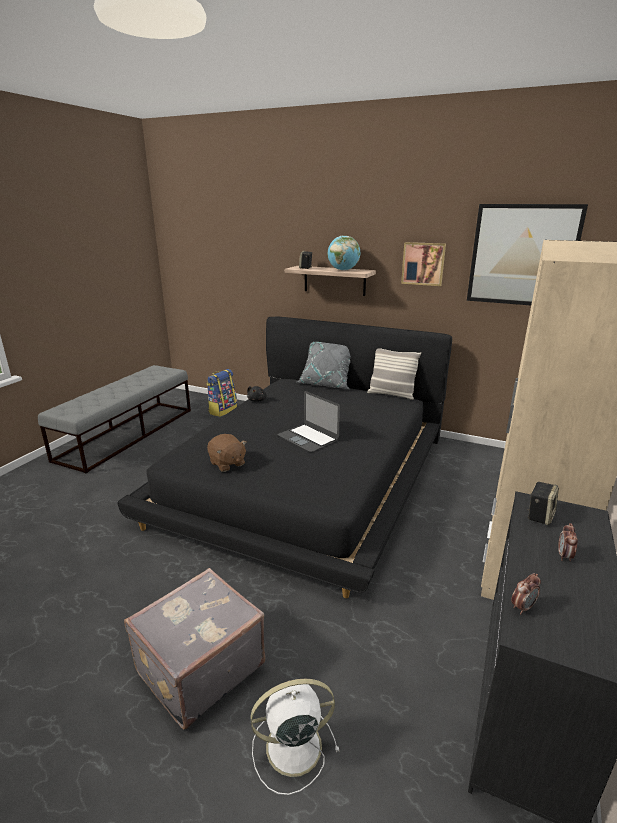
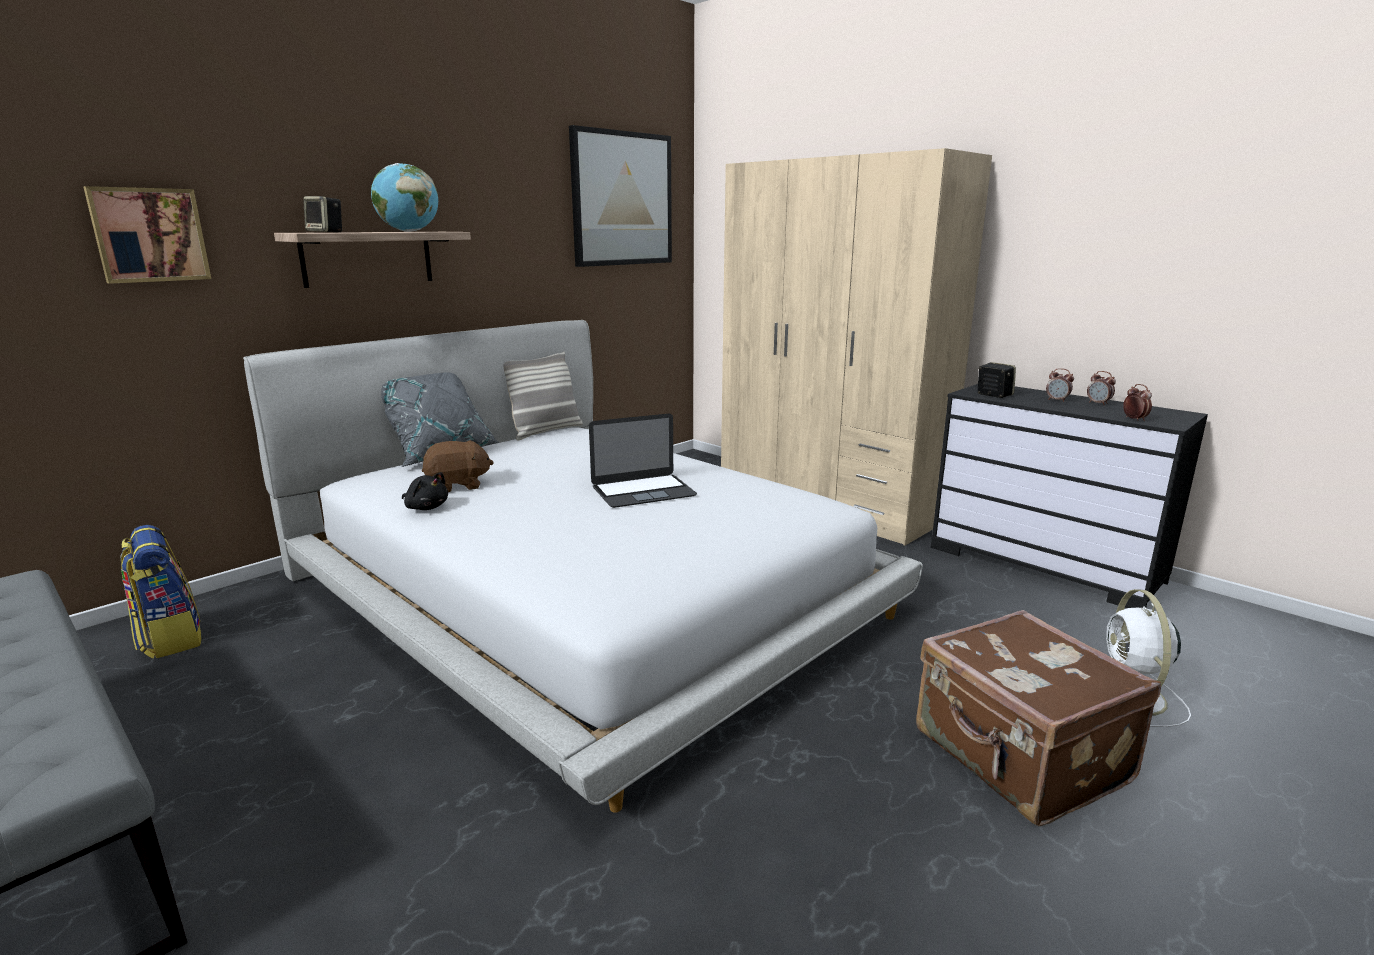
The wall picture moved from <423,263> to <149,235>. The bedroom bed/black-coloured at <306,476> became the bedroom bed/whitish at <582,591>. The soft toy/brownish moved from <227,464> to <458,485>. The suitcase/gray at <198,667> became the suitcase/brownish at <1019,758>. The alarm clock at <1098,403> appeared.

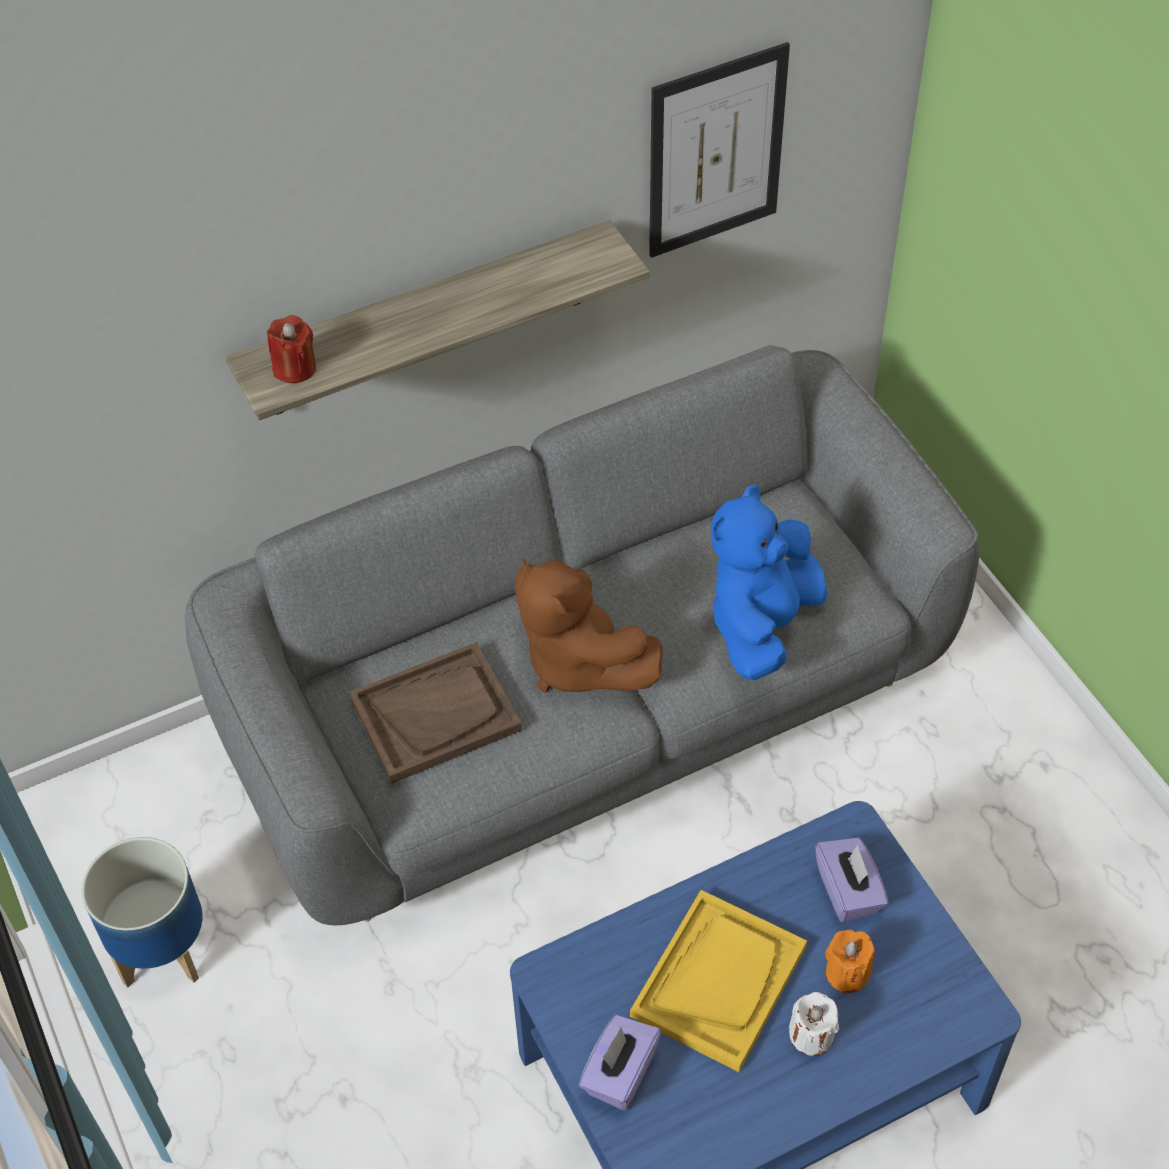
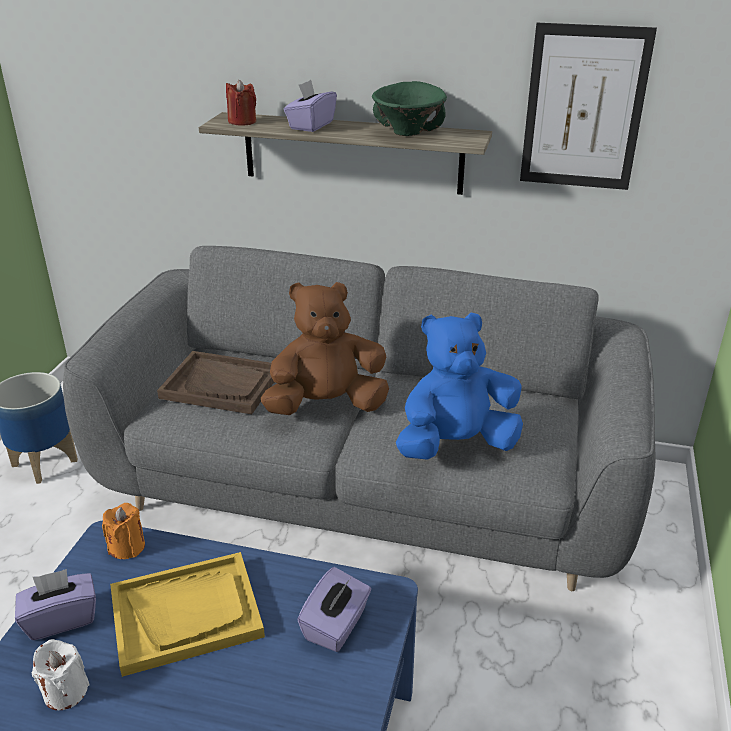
The candle/whitish moved from <811,1035> to <65,691>. The candle/orange-coloured moved from <847,973> to <127,547>. The soft toy/brownish at <577,661> turned 75 degrees clockwise. The tissue box/purple at <311,125> appeared. The deep dish/green at <407,133> appeared.

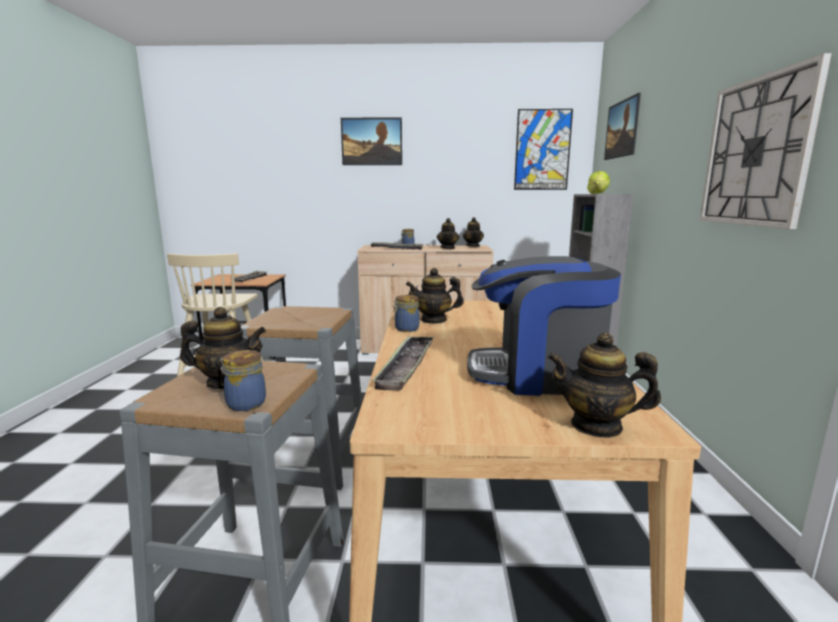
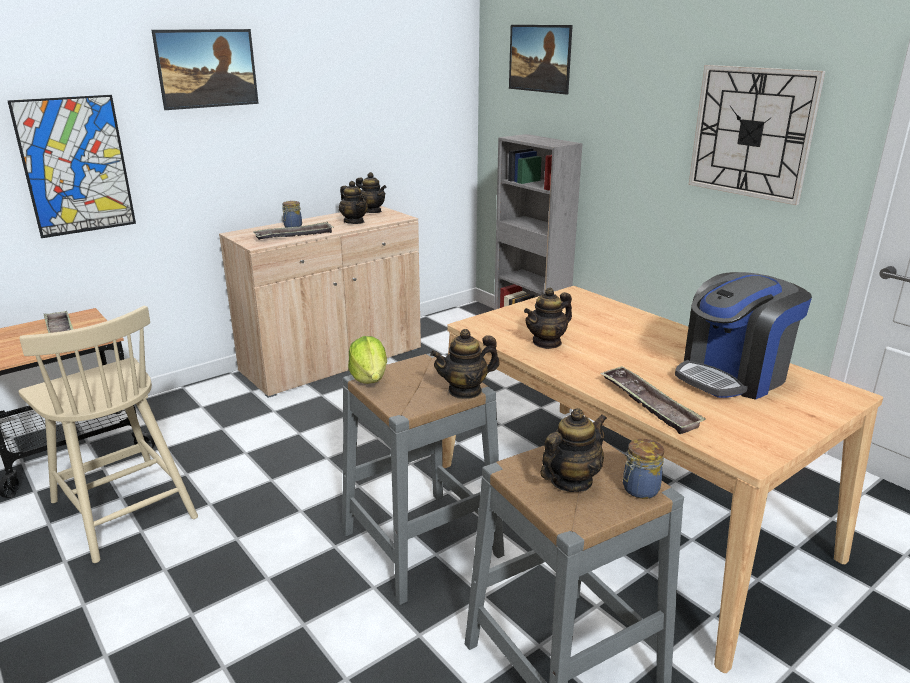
The wall picture moved from <542,150> to <76,166>. The head of lettuce moved from <597,193> to <369,378>. The pot for tea moved from <596,425> to <465,391>. The storage jar at <406,329> disappeared.

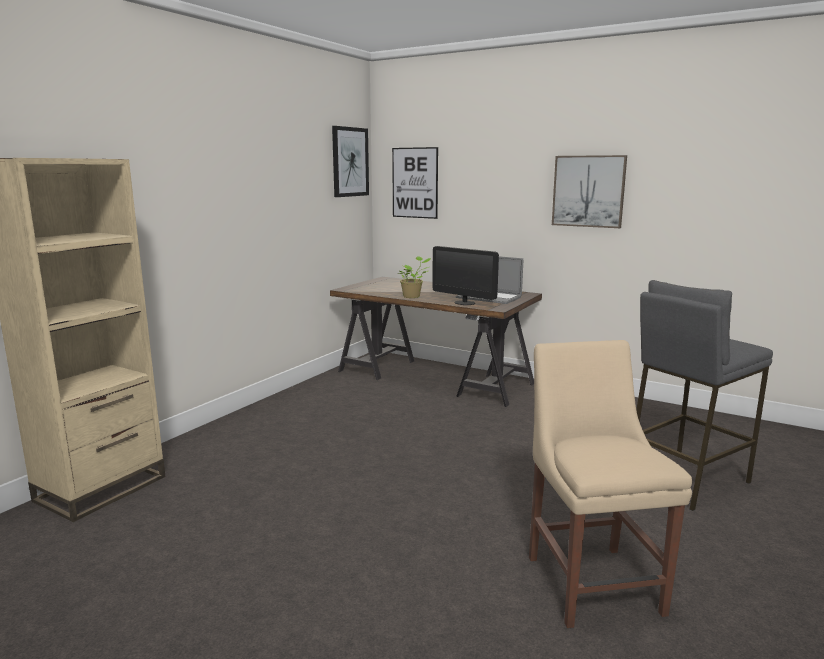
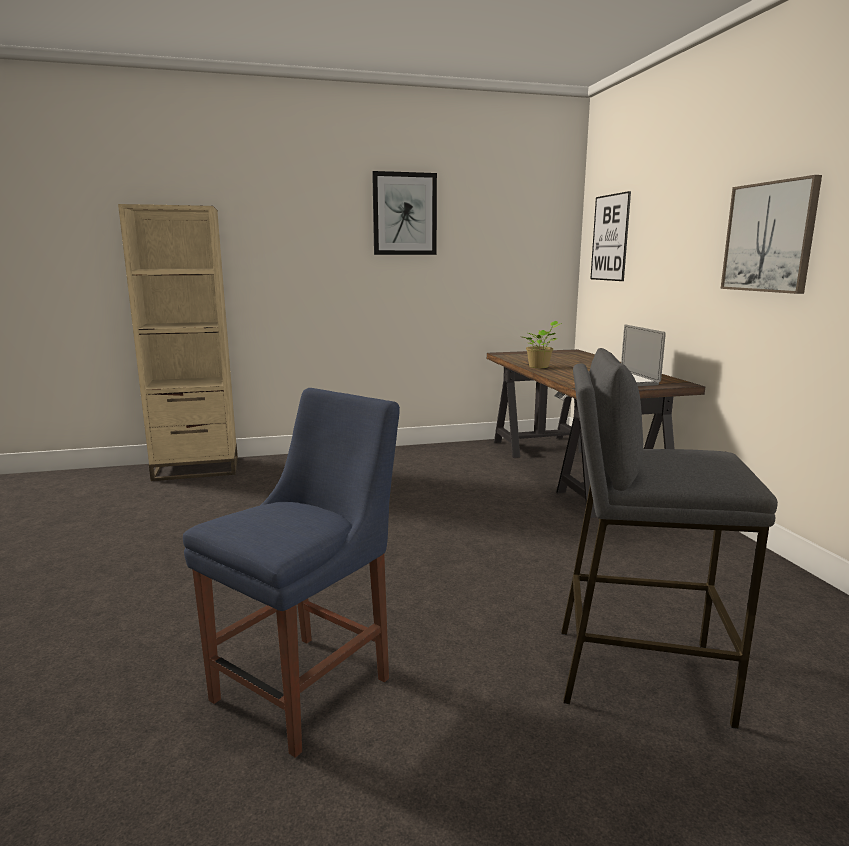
The plain chair/beige at <591,580> became the plain chair/blue-coloured at <309,685>. The wall picture moved from <350,162> to <404,214>. The computer screen at <464,303> disappeared.

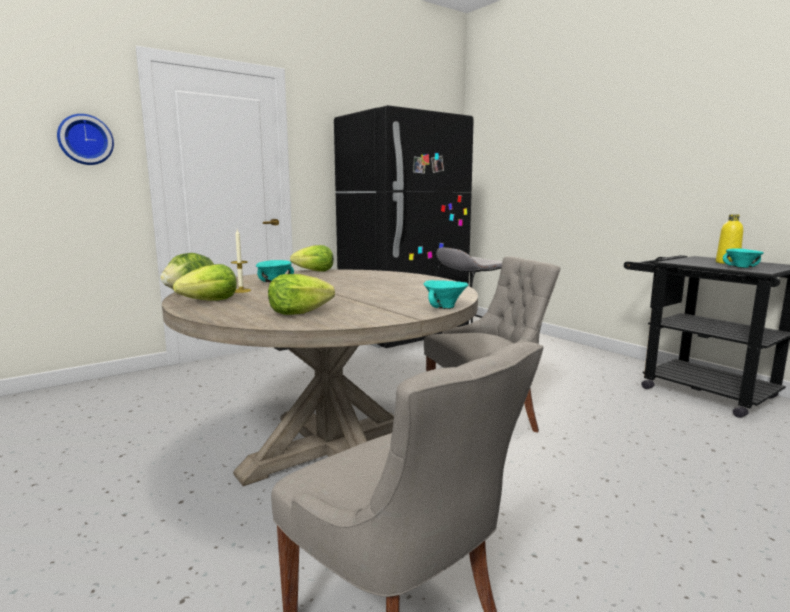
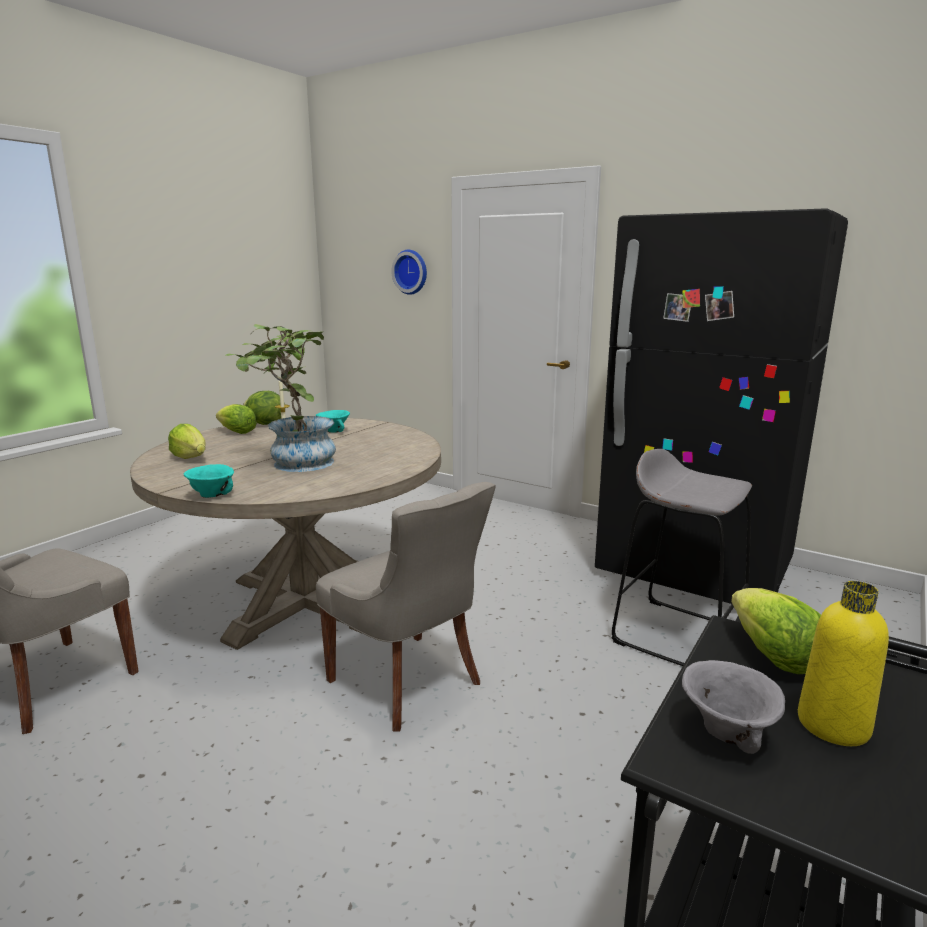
The houseplant at <294,463> appeared. The deep dish/turquoise-coloured at <741,267> became the deep dish/gray at <724,732>. The head of lettuce moved from <314,271> to <773,657>.

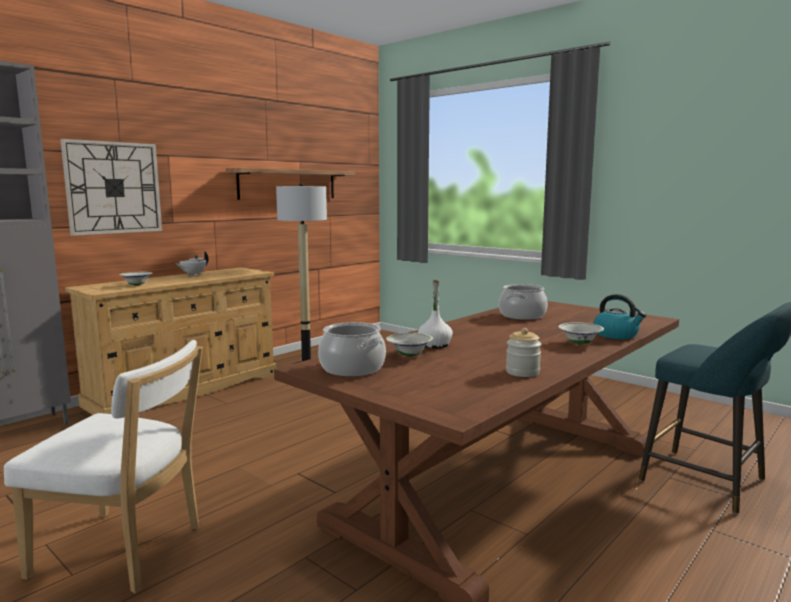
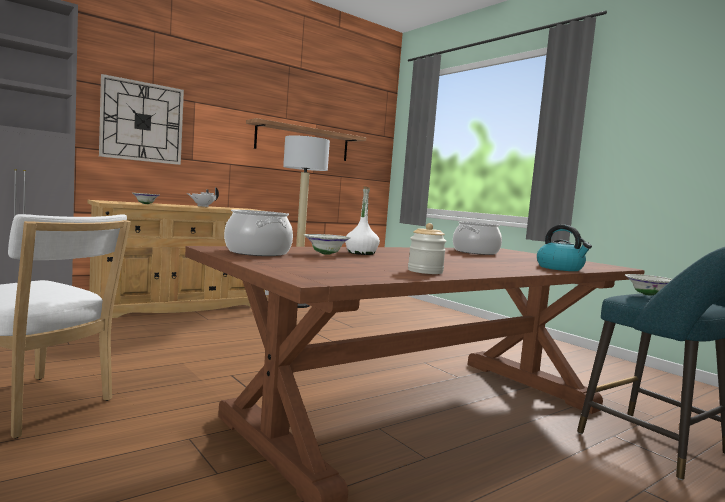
The deep dish/whitish moved from <580,343> to <647,295>.

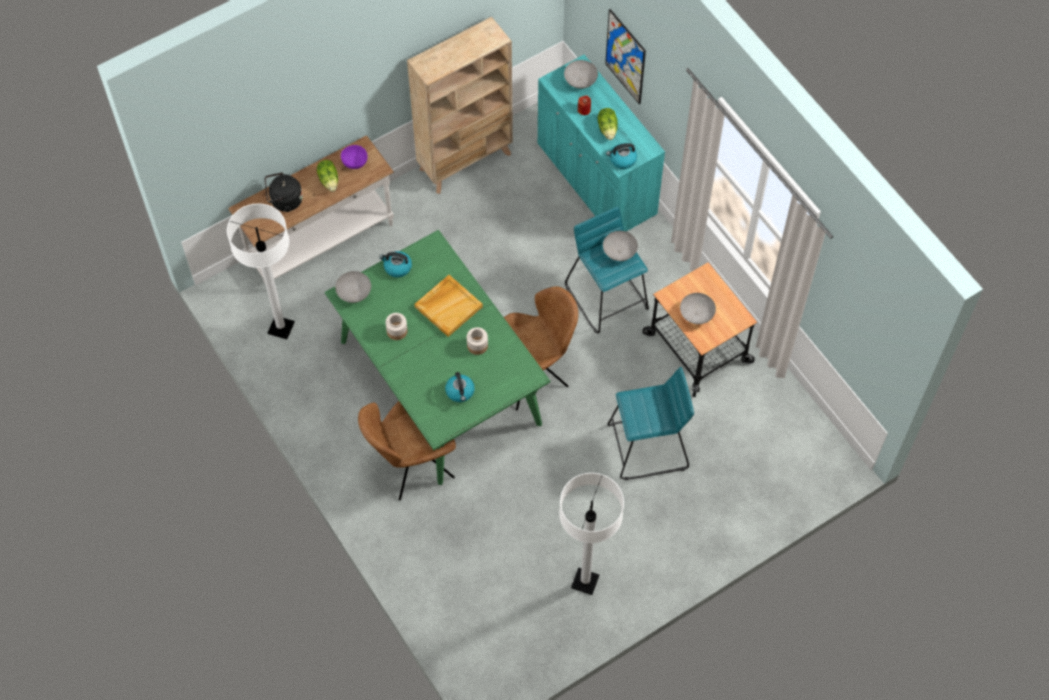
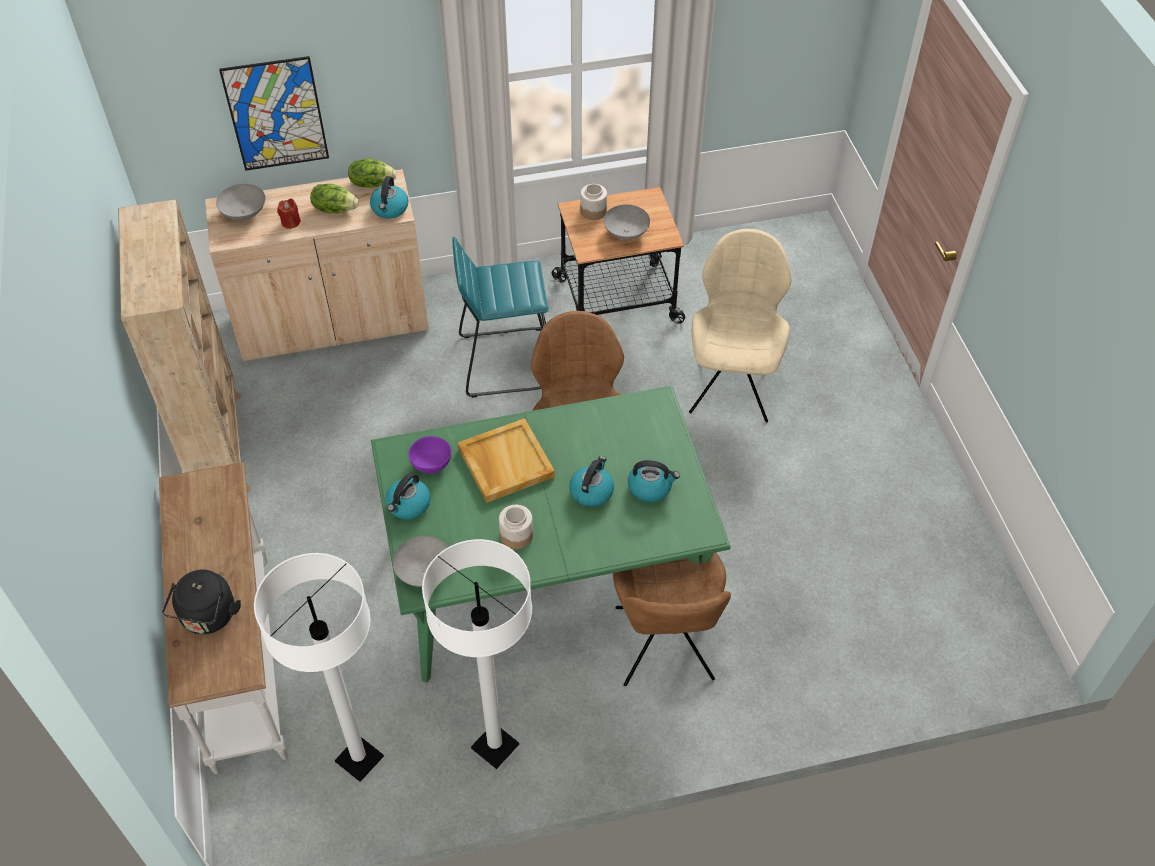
The cabinet/turquoise-coloured at <596,179> became the cabinet/beige at <333,322>. The head of lettuce moved from <329,180> to <372,183>. The deep dish/purple moved from <354,162> to <430,464>. The standard lamp/whitish moved from <585,582> to <495,746>. The water kettle at <591,491> appeared. The storage jar moved from <477,345> to <593,211>. The stool/turquoise-coloured at <648,447> was replaced by the plain chair/beige at <732,385>. The deep dish/gray at <620,252> disappeared.

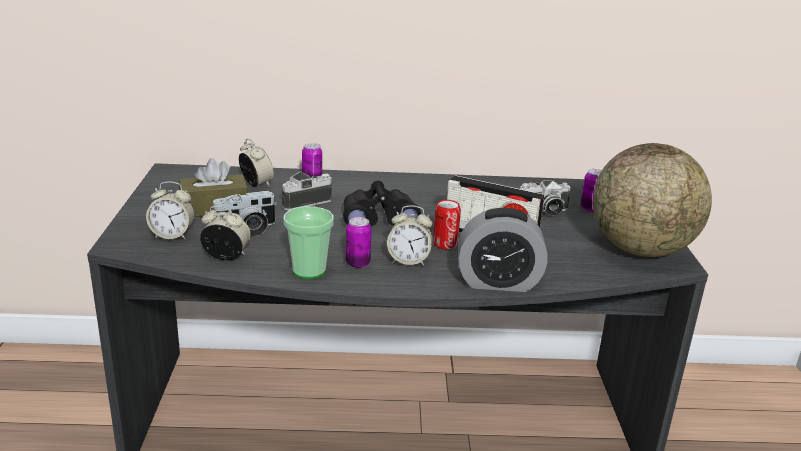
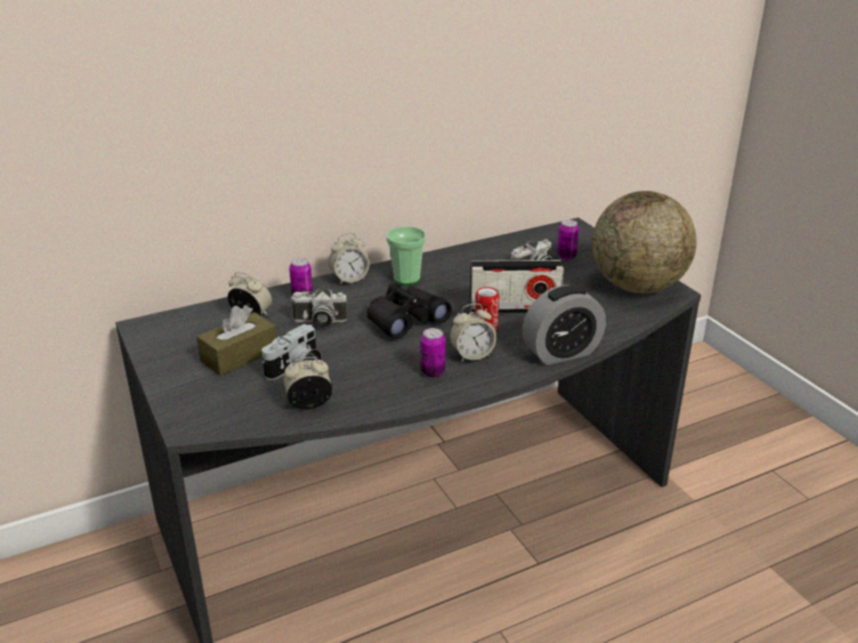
The photo camera at <305,201> turned 120 degrees counterclockwise. The alarm clock moved from <172,235> to <349,279>. The drinking cup moved from <309,270> to <406,278>.

